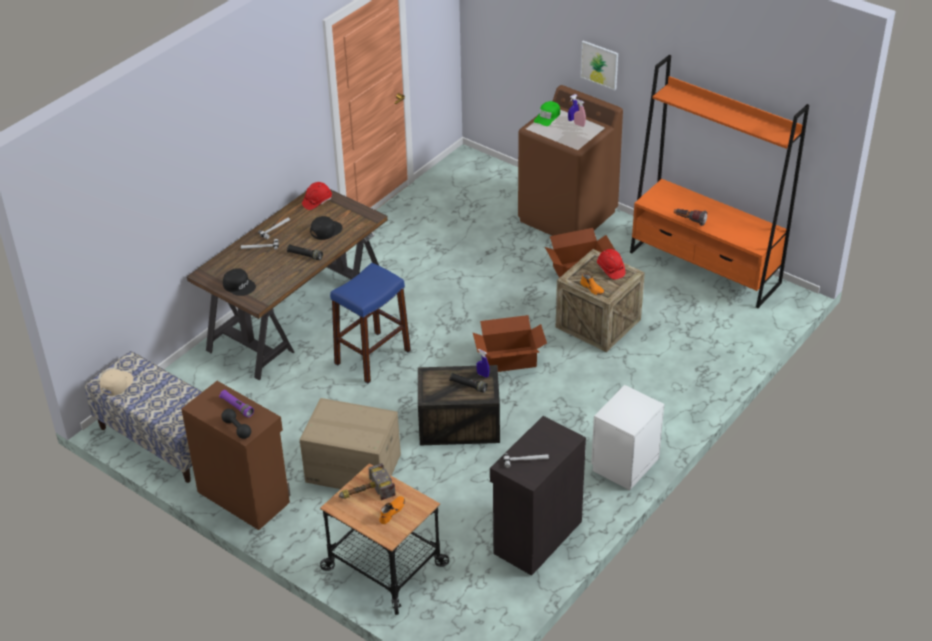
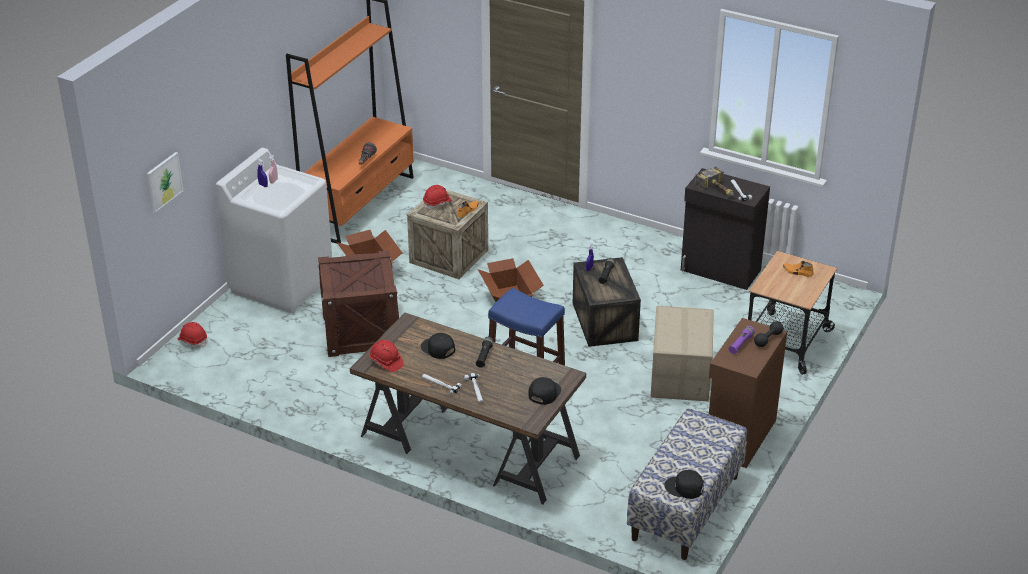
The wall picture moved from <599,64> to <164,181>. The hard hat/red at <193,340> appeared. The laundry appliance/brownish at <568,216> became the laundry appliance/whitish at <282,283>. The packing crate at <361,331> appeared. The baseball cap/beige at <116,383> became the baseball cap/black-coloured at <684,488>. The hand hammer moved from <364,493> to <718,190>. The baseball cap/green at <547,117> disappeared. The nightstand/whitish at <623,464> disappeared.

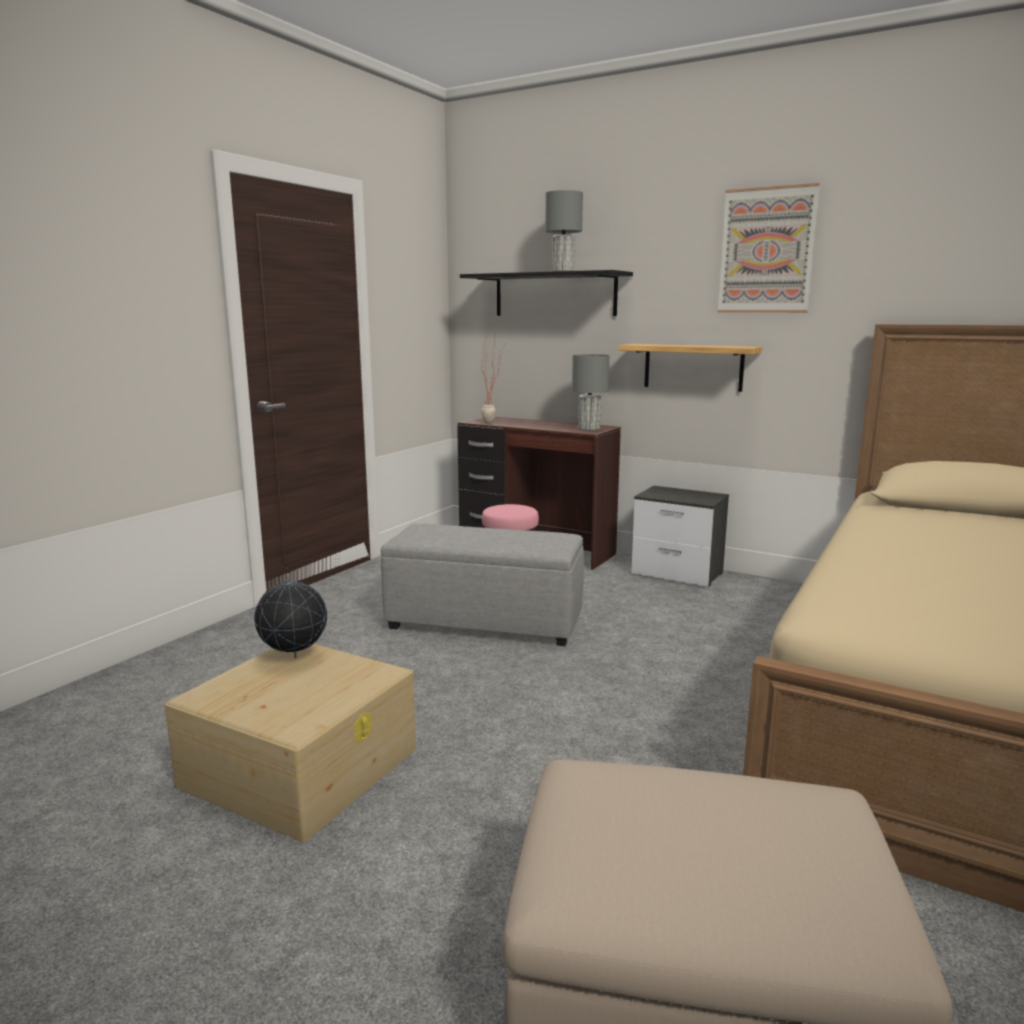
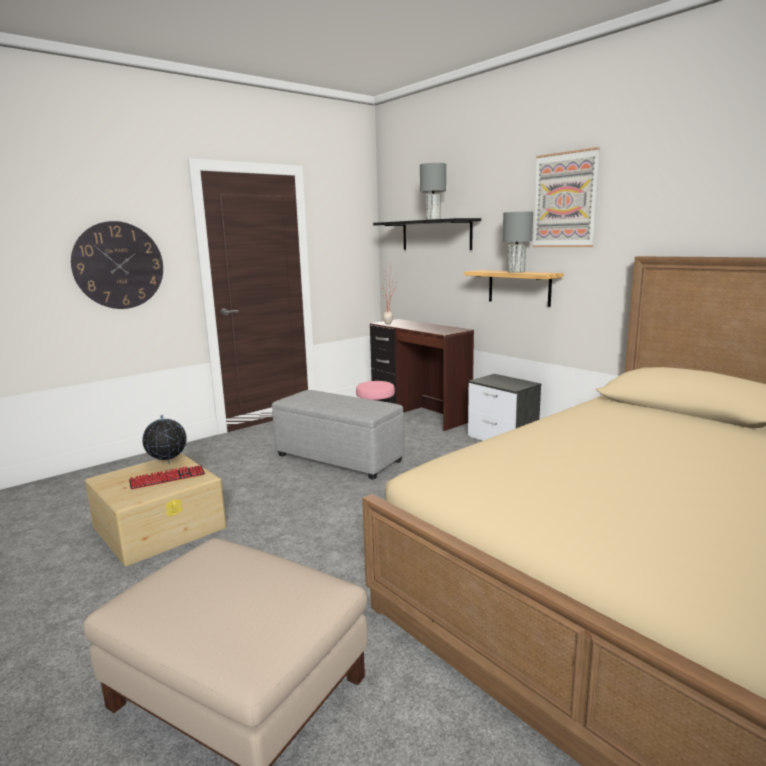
The wall clock at <118,265> appeared. The keyboard at <167,478> appeared. The tabletop lamp/gray moved from <588,428> to <515,272>.

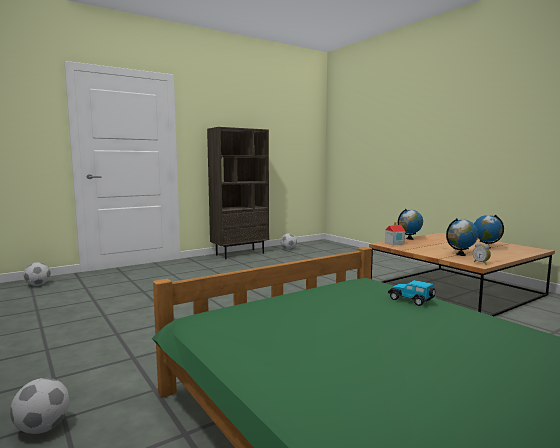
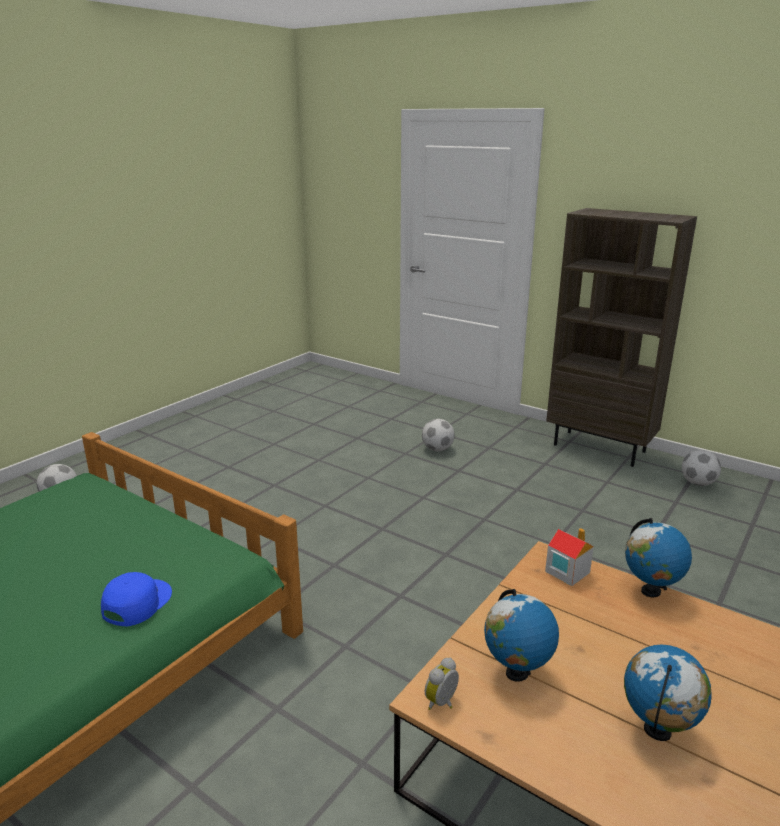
The toy car at <411,300> was replaced by the baseball cap/blue-coloured at <136,603>. The football ball moved from <38,285> to <437,449>.

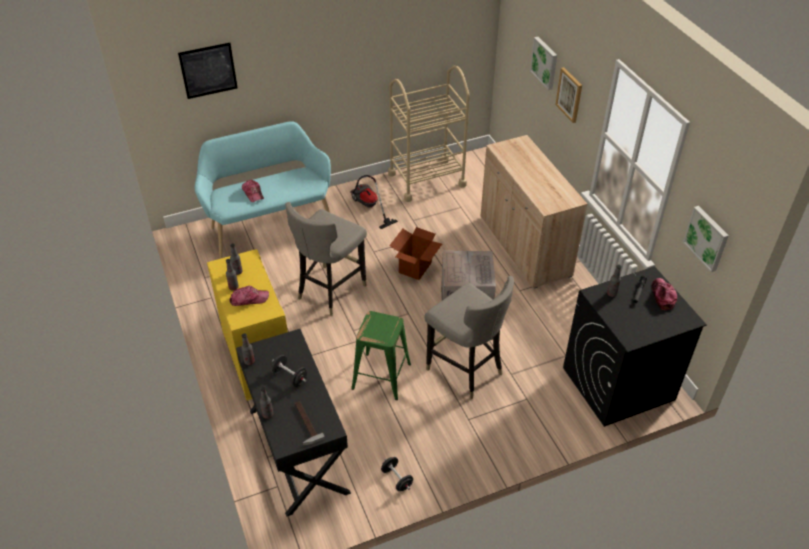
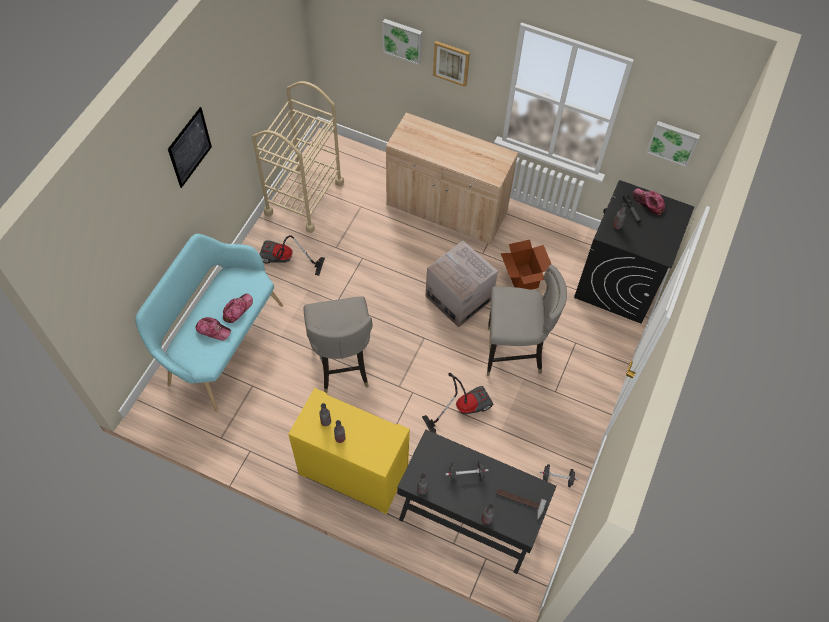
The wall picture moved from <208,70> to <190,147>. The baseball cap moved from <249,299> to <237,309>. The stool/green at <382,376> was replaced by the vacuum cleaner at <462,407>. The packing box moved from <415,267> to <522,278>.

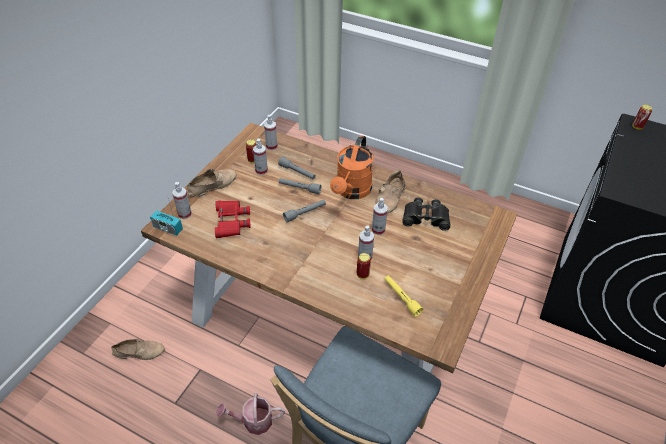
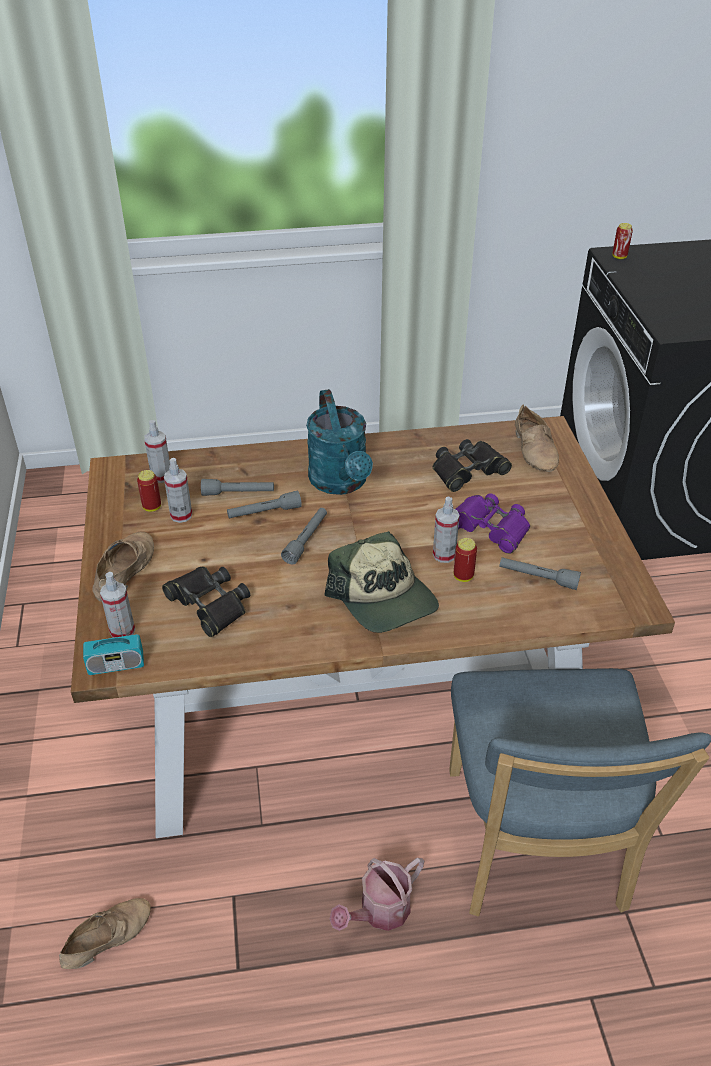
The pair of binoculars/red at <231,221> became the pair of binoculars/black-coloured at <209,604>. The watering pot/orange-coloured at <352,191> became the watering pot/turquoise-coloured at <341,483>. The baseball cap at <383,598> appeared. The pair of binoculars/purple at <489,528> appeared. The torch/yellowish at <401,298> became the torch/gray at <538,578>. The low shoe/beige moved from <391,198> to <536,449>. The spray bottle at <378,230> disappeared.

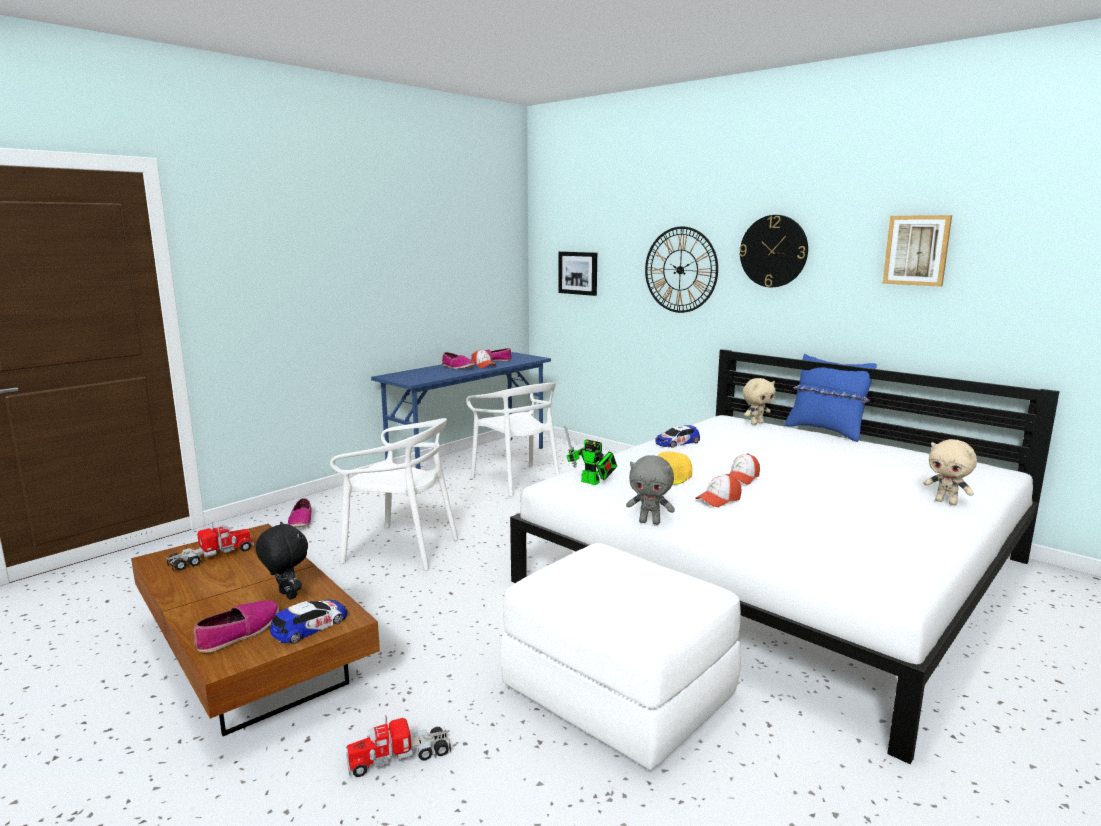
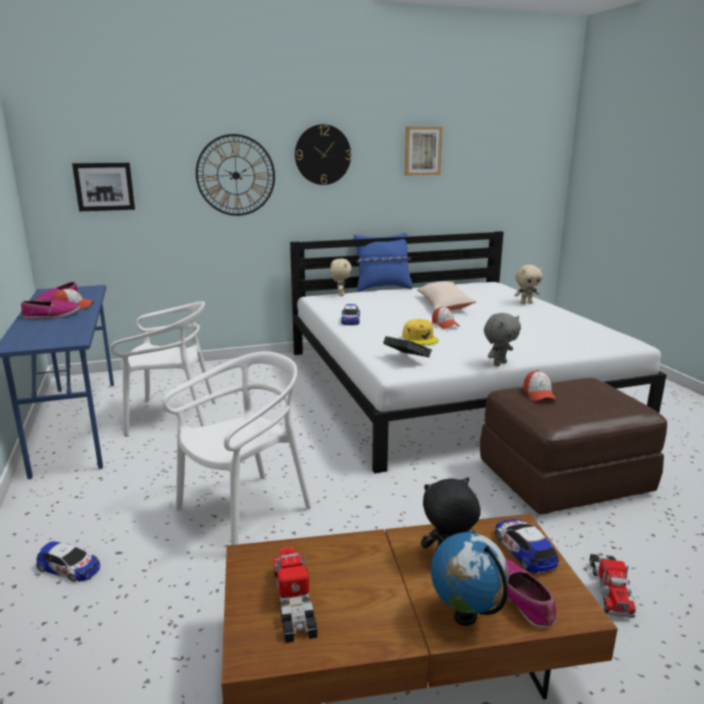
The low shoe at <301,521> was replaced by the toy car at <69,568>. The toy robot at <592,483> was replaced by the volume at <406,360>. The cushion/beige at <444,304> appeared. The world globe at <466,617> appeared. The ottoman/whitish at <620,693> became the ottoman/brownish at <564,478>. The baseball cap moved from <718,500> to <539,394>.

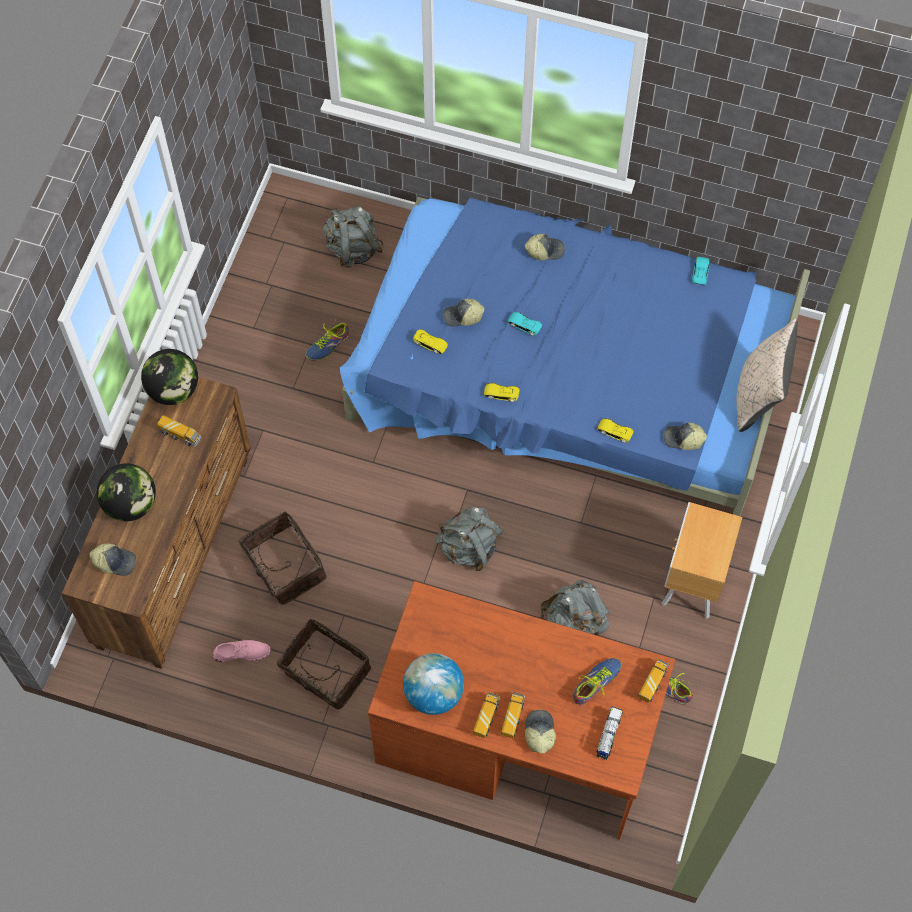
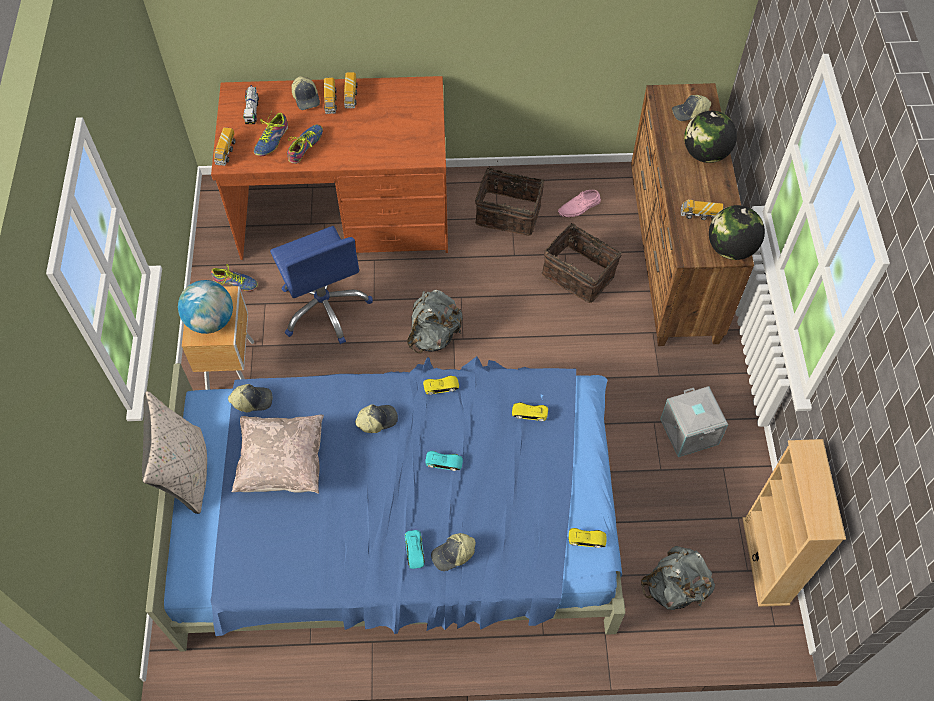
The world globe moved from <433,693> to <211,321>. The cushion/beige at <282,464> appeared. The rucksack/gray at <575,621> was replaced by the desk chair/blue-coloured at <324,307>. The low shoe moved from <328,345> to <305,146>. The baseball cap moved from <463,316> to <377,420>. The toy car/turquoise-coloured moved from <700,272> to <414,550>. The toy car/yellowish moved from <615,431> to <587,539>. The storage box/gray at <688,431> appeared. The shelving unit/beige at <765,561> appeared.

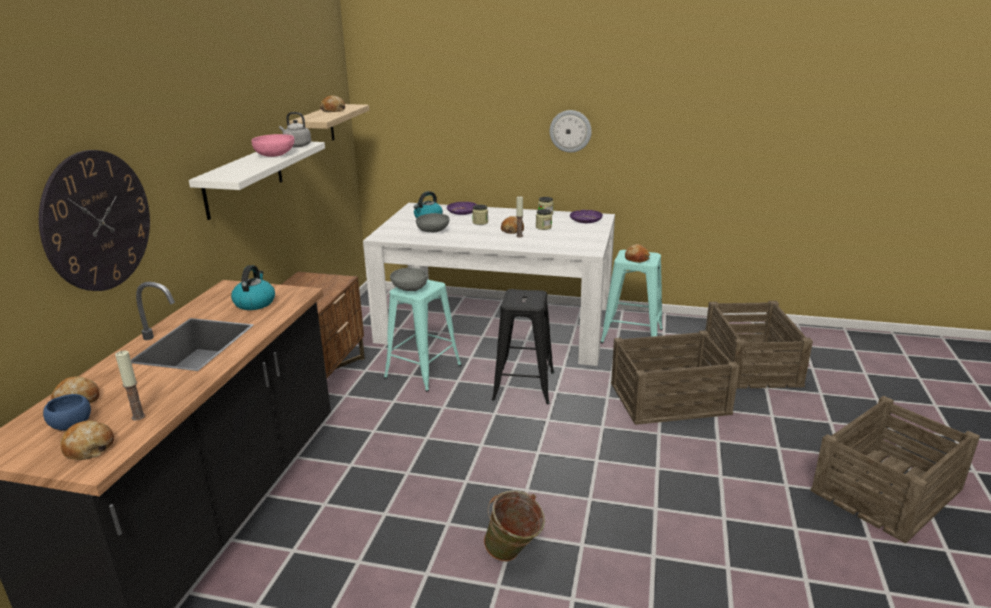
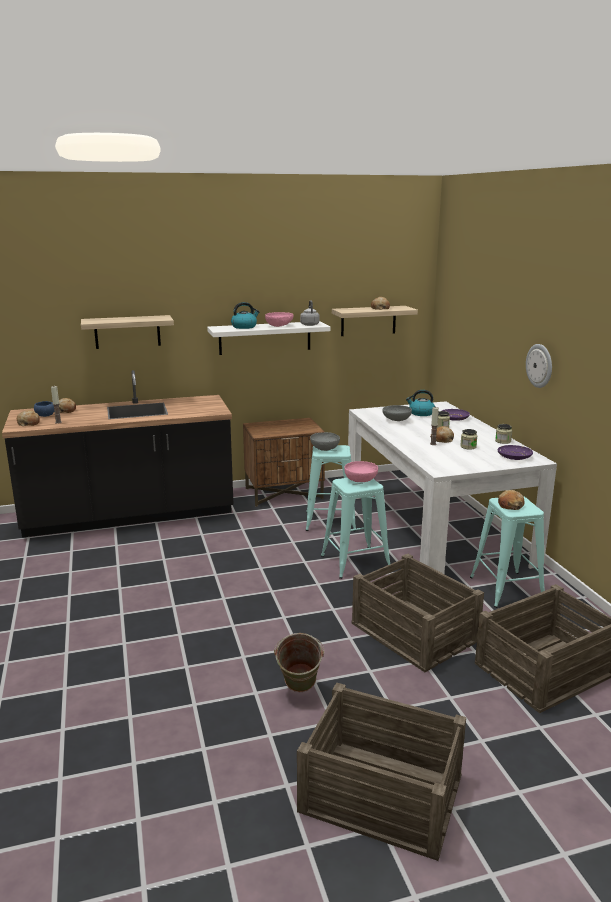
The wall clock at <97,221> was replaced by the bracket shelf at <127,332>. The water kettle moved from <255,303> to <244,327>. The bucket/green moved from <513,556> to <299,690>. The stool/black-coloured at <524,386> became the stool/turquoise-coloured at <355,562>. The deep dish/pink at <361,480> appeared.

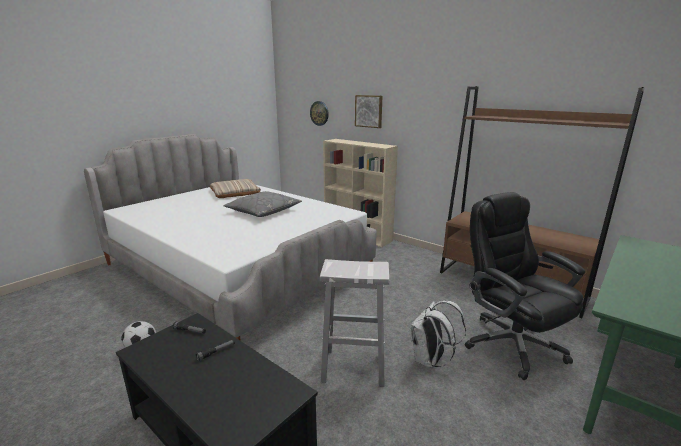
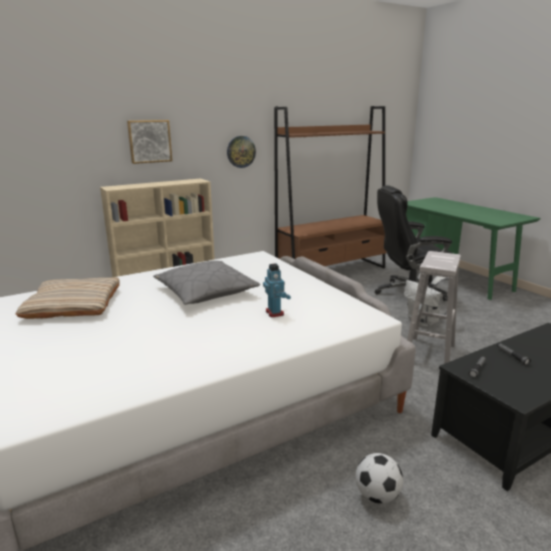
The wall clock moved from <319,113> to <241,151>. The toy robot at <275,313> appeared.

